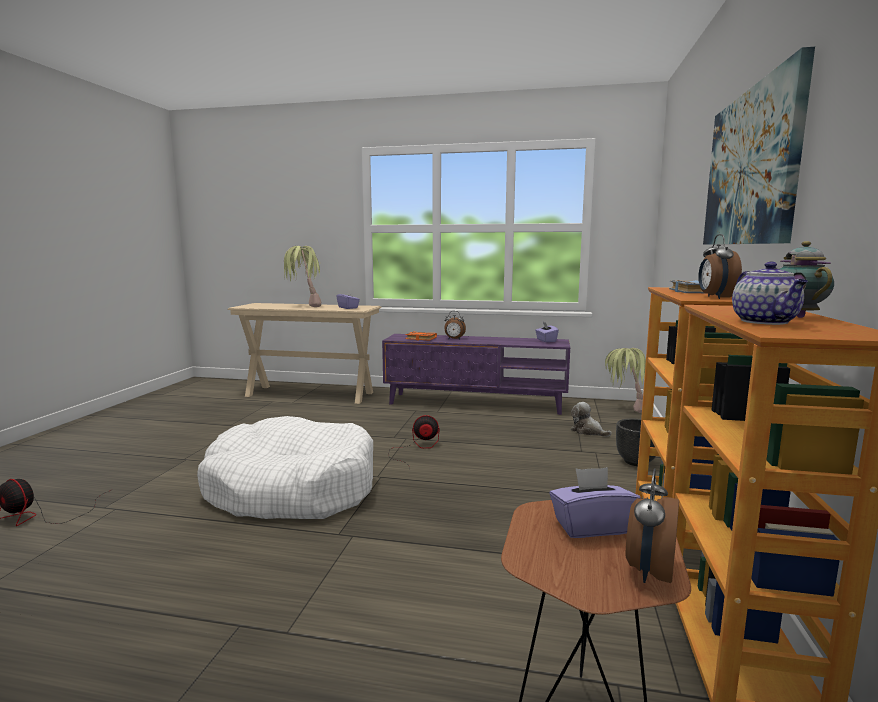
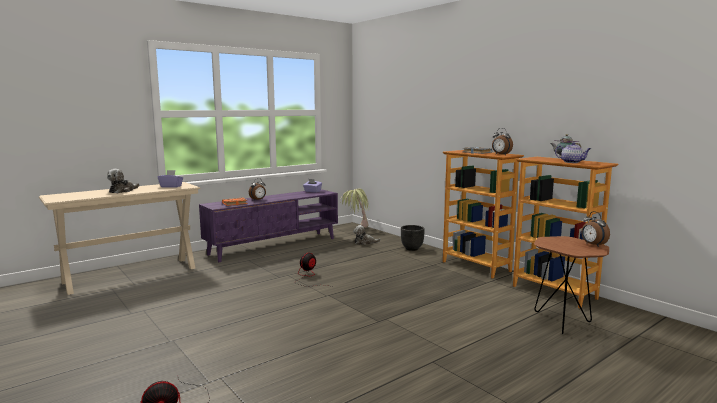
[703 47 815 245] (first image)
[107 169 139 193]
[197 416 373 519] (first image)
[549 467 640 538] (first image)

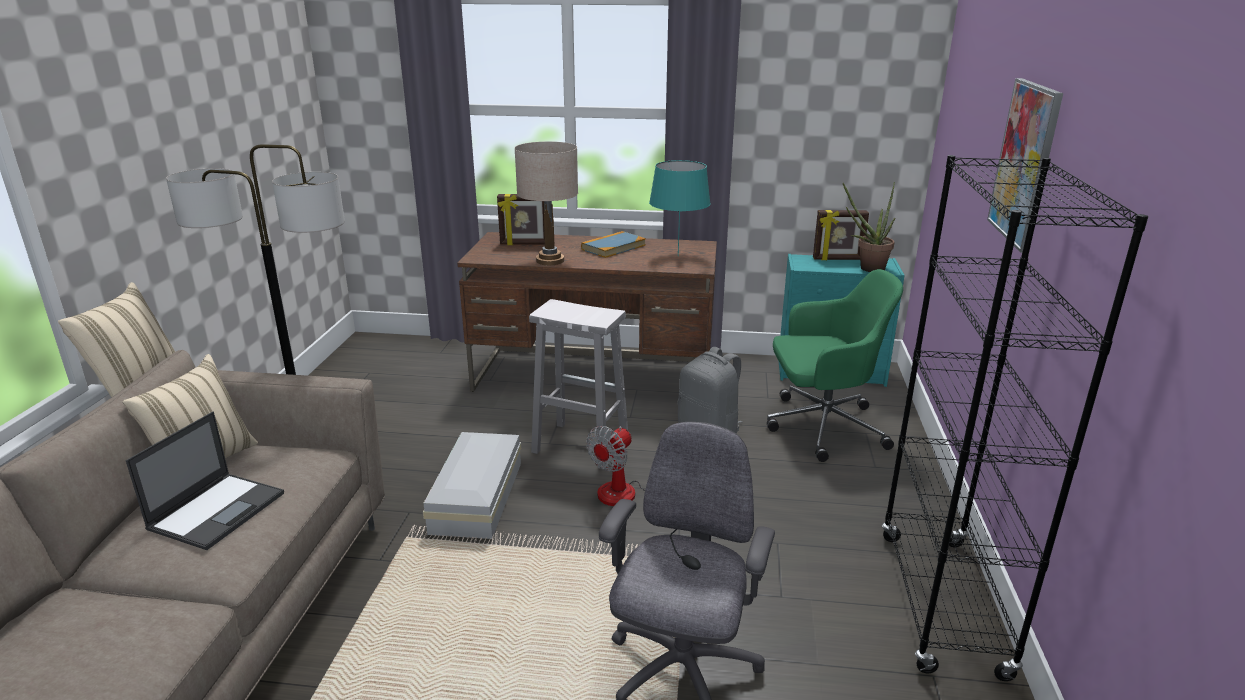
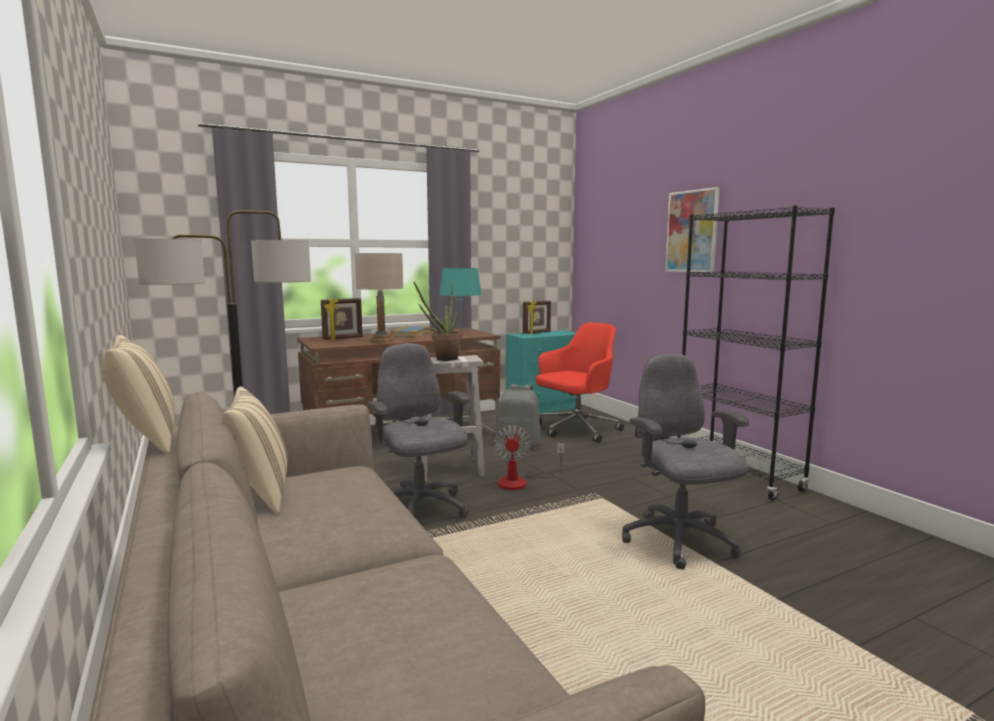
[414 282 462 361]
[536 323 624 443]
[125 412 284 550] (first image)
[366 343 470 518]

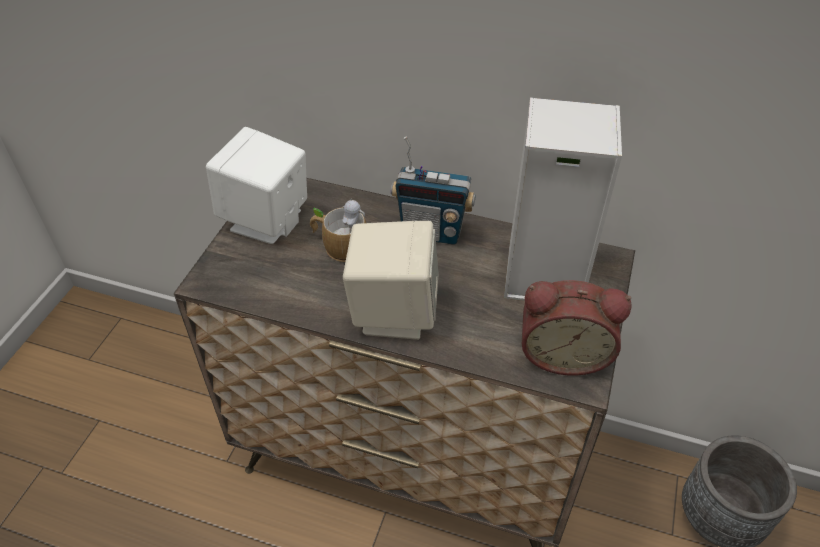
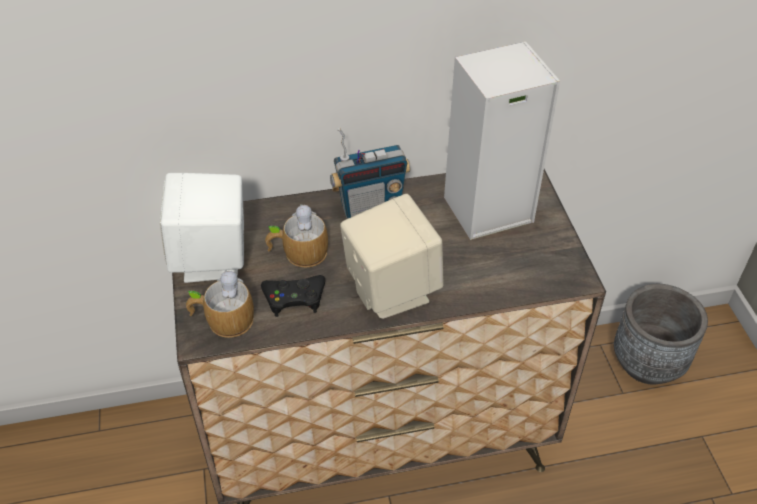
[522 280 632 376] (first image)
[186 270 254 338]
[261 275 325 317]

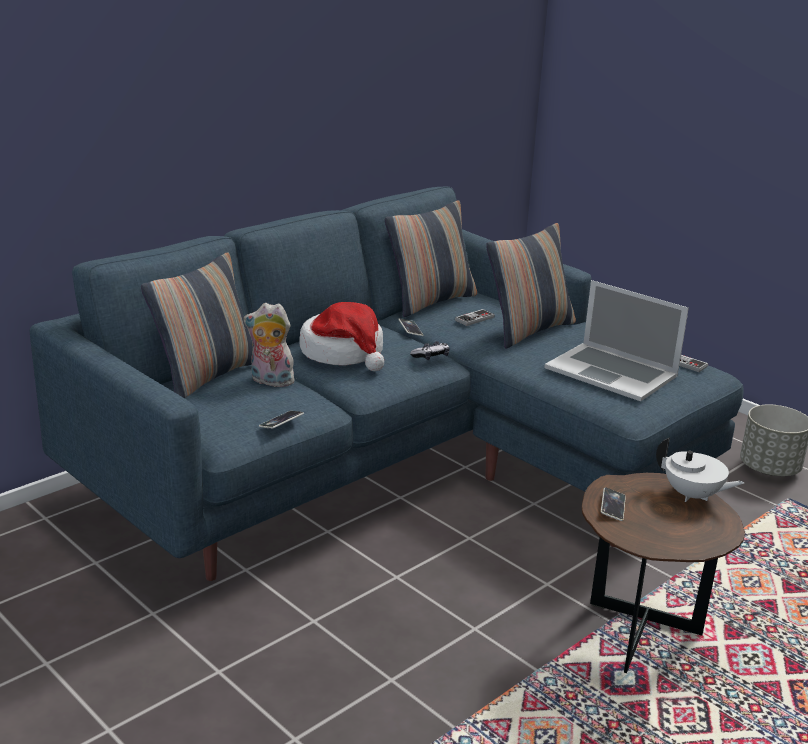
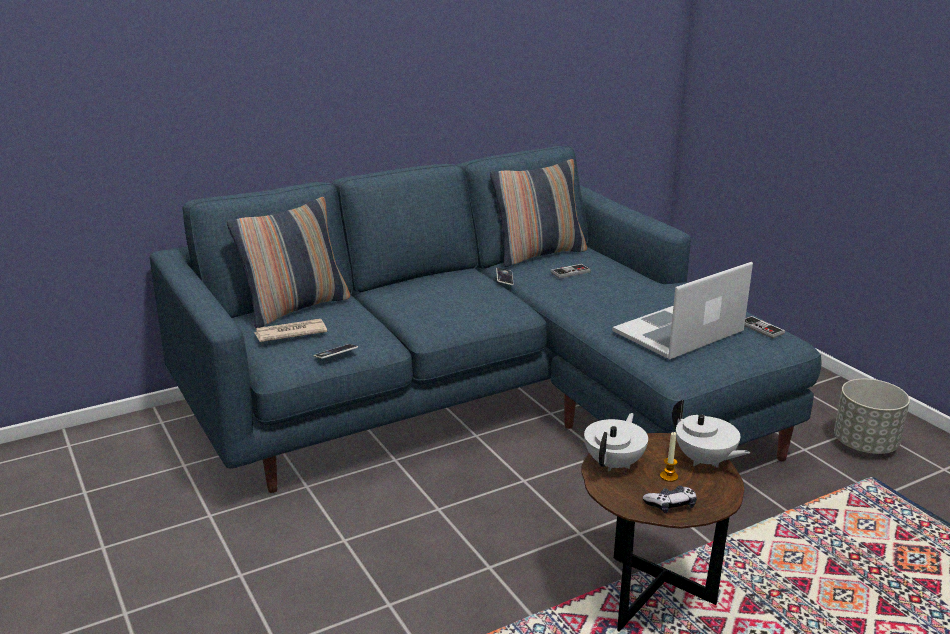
[486 223 576 349] (first image)
[612 262 753 359]
[299 302 384 371] (first image)
[243 303 295 387] (first image)
[643 486 697 513]
[584 413 648 472]
[254 319 327 342]
[660 432 678 482]

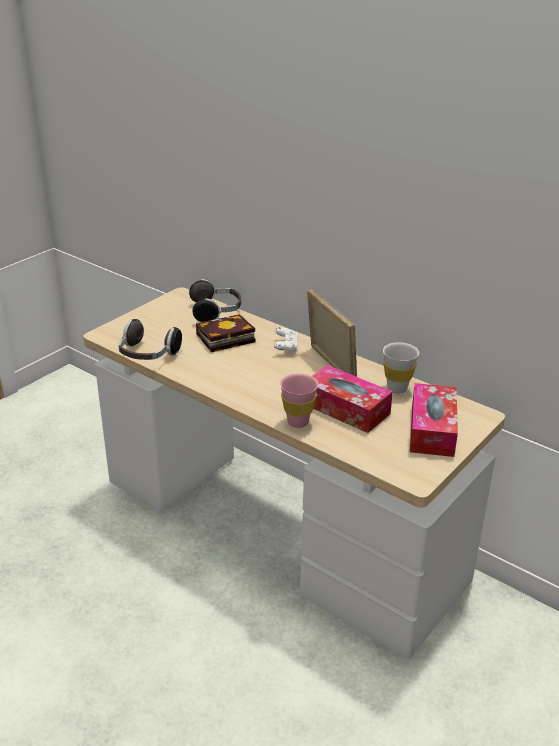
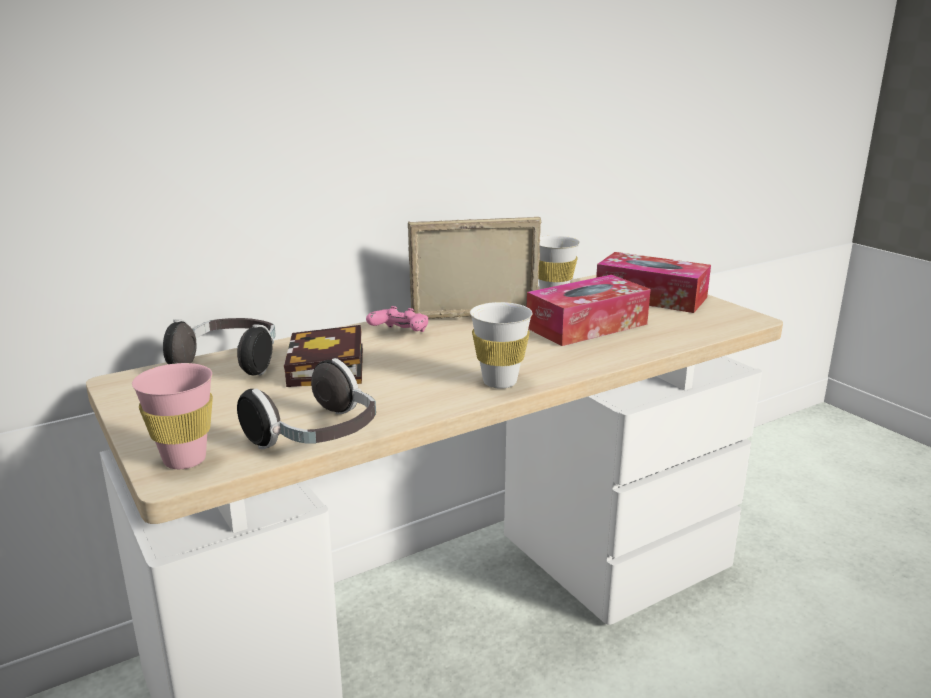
[366 306 428 332]
[132 363 213 469]
[470 302 532 389]

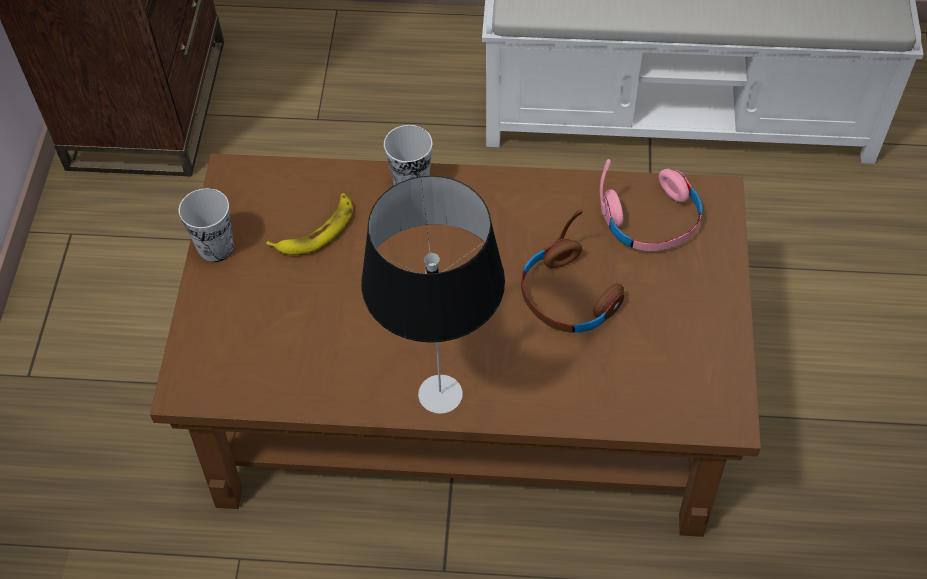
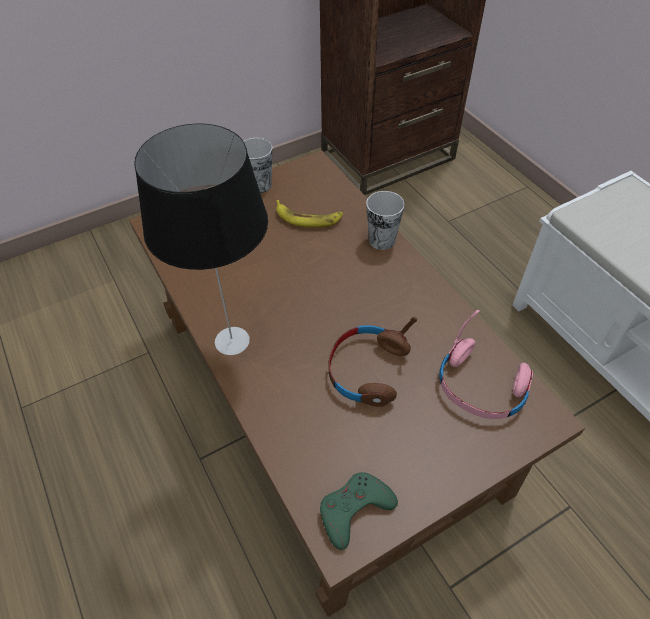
[320 472 398 550]

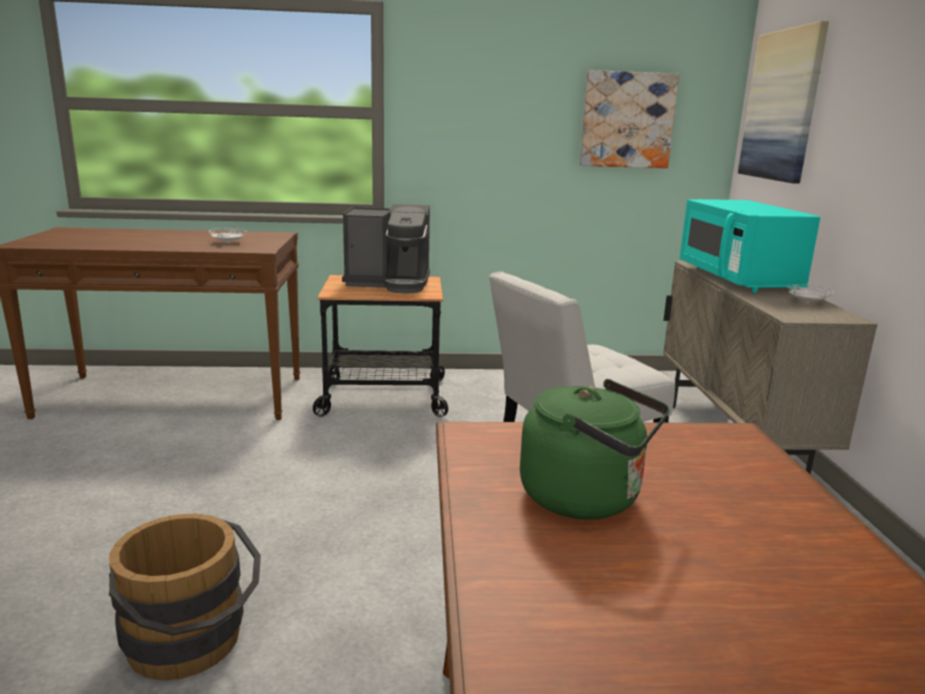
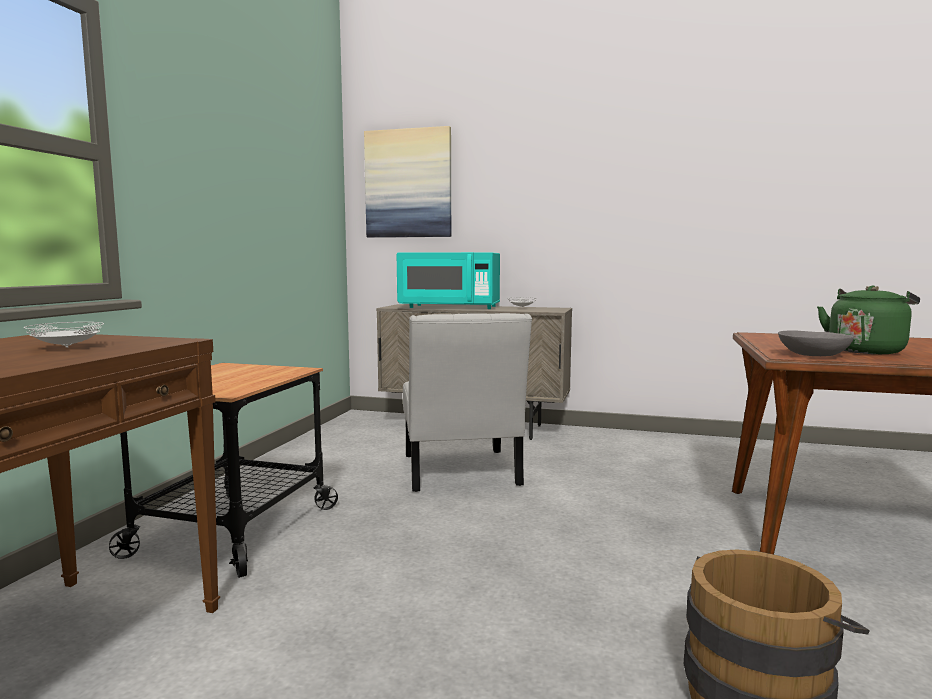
[580 70 679 168] (first image)
[342 204 430 293] (first image)
[778 330 854 356]

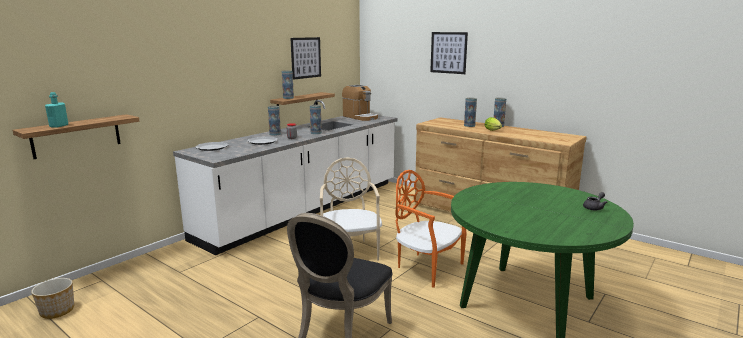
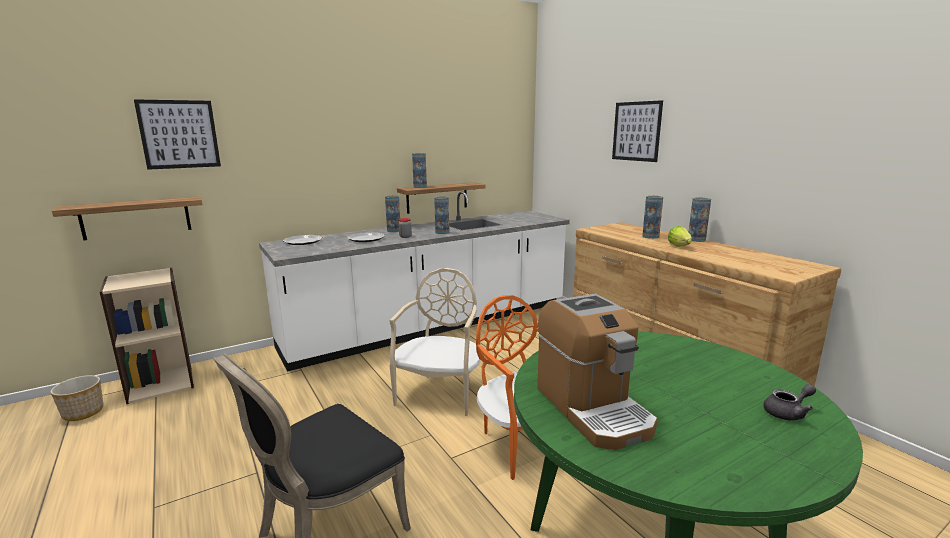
[134 99 221 170]
[537 294 657 450]
[45 92 68 128] (first image)
[100 268 194 404]

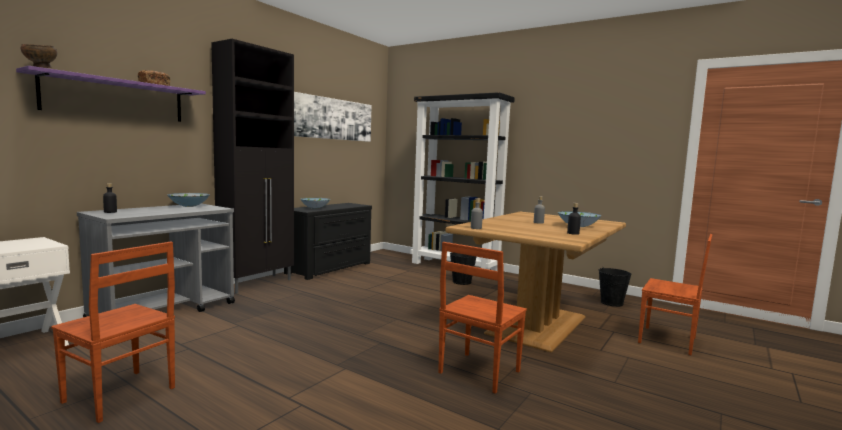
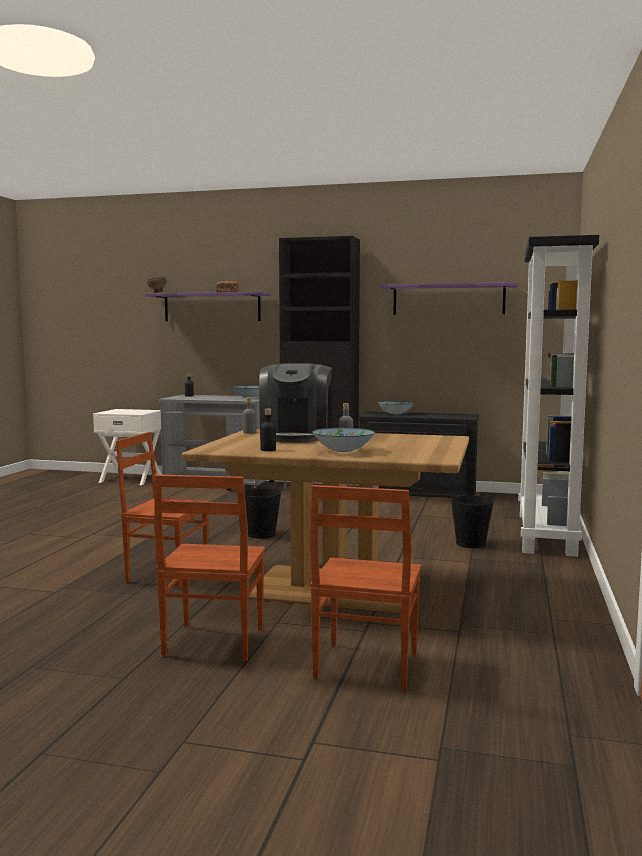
[379 282 518 315]
[154 475 265 661]
[244 487 281 538]
[259 363 332 443]

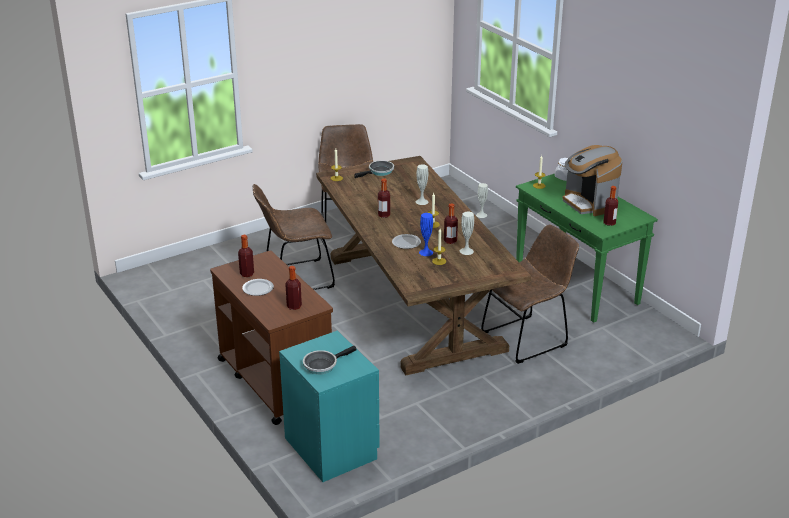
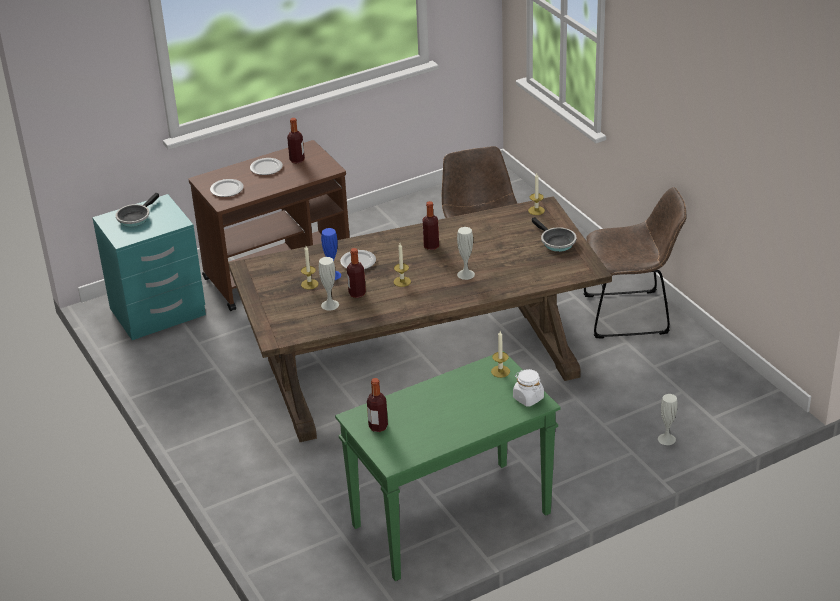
[562 145 623 216] (first image)
[481 225 579 364] (first image)
[210 179 244 197]
[116 193 159 227]

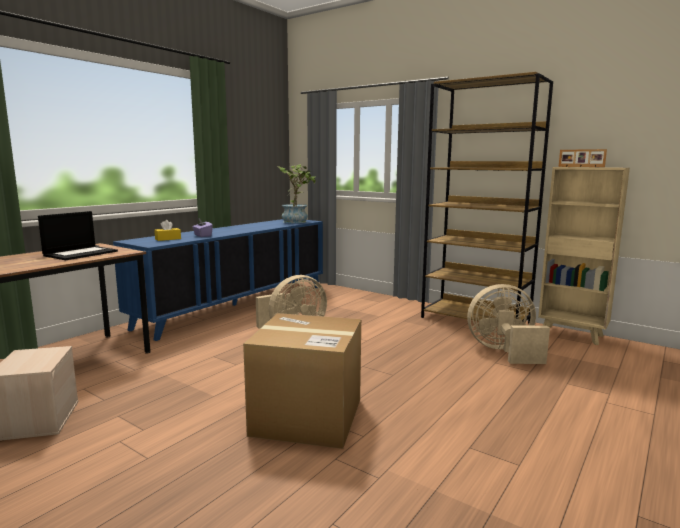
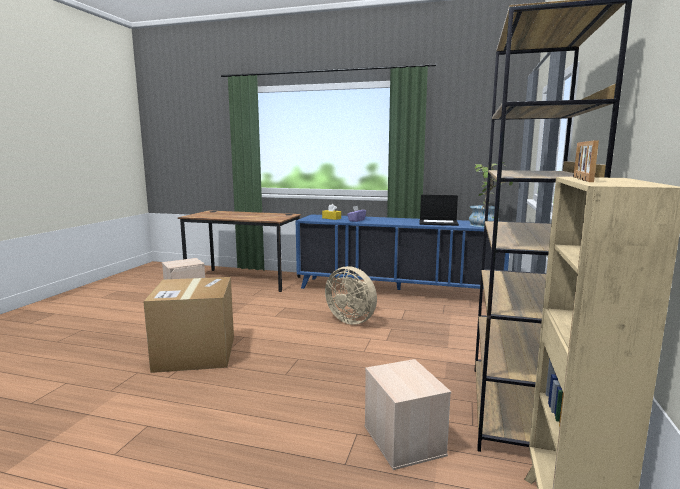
[419 195 459 226]
[365 359 451 470]

